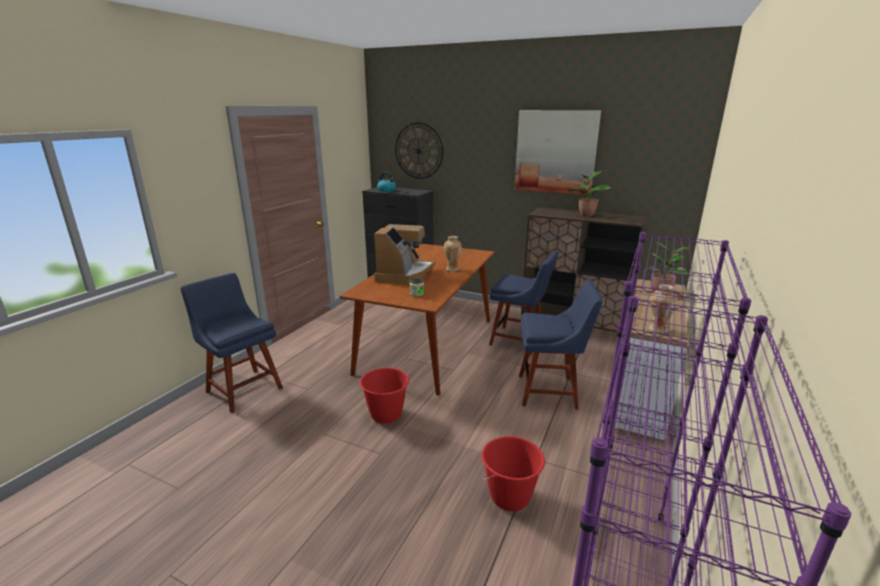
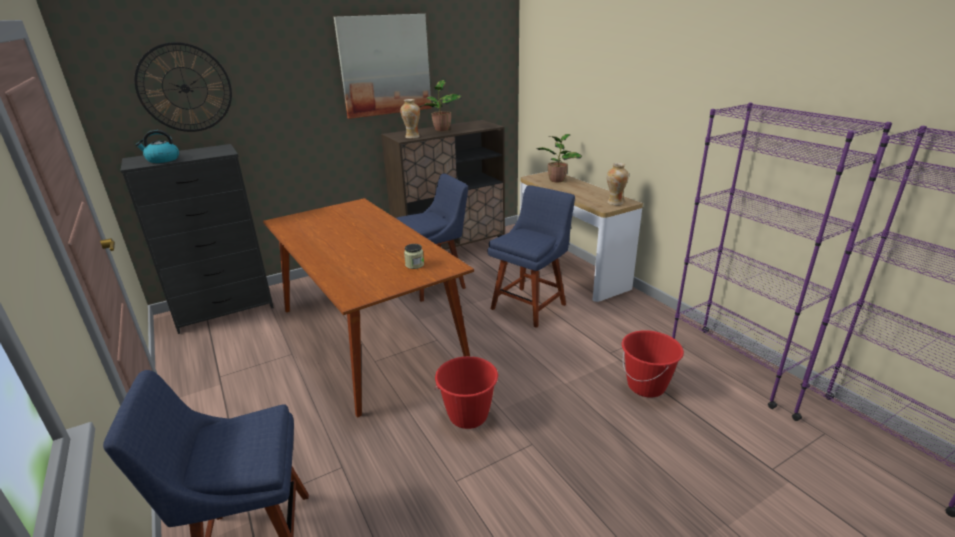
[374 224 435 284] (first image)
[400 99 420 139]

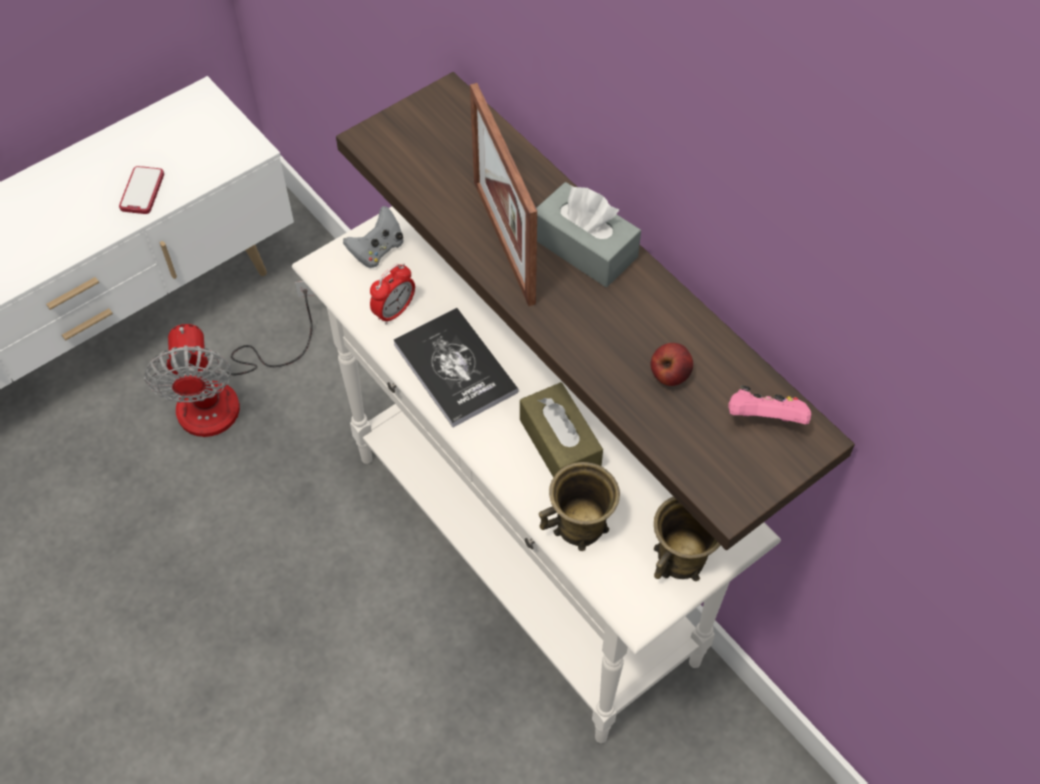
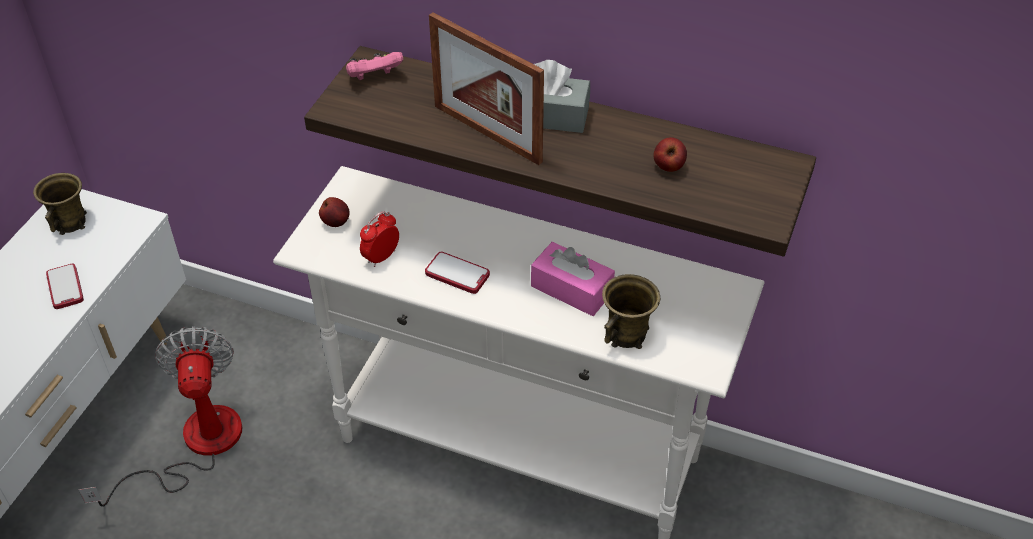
[319 197 350 227]
[360 211 399 267]
[79 326 242 507]
[425 252 490 294]
[531 242 615 316]
[346 52 403 80]
[33 173 87 235]

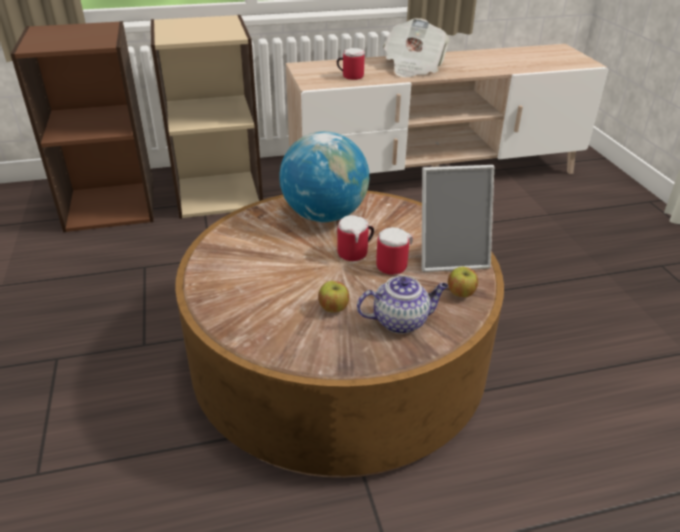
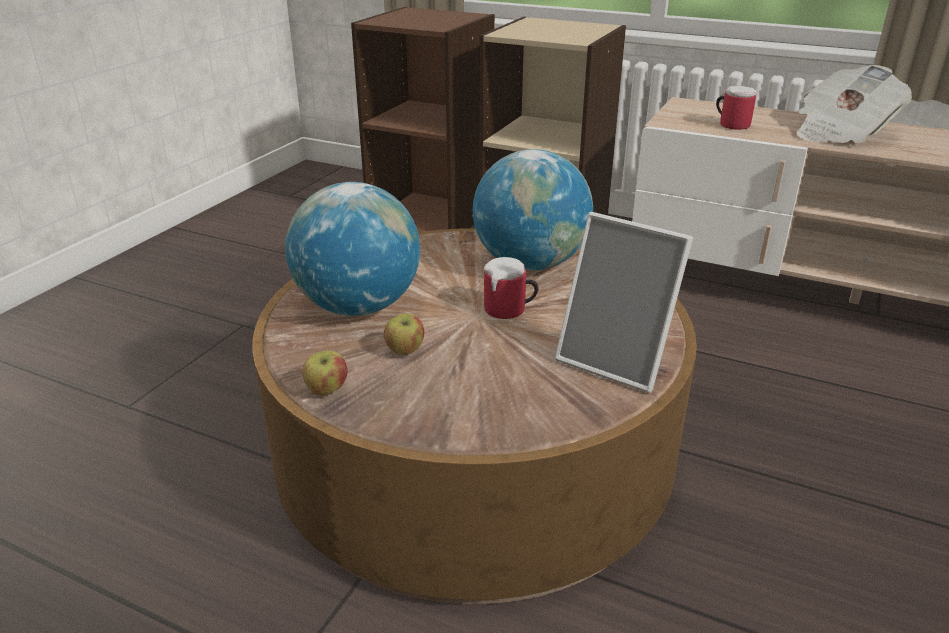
[376 227 413 275] (first image)
[302 351 348 395]
[357 276 448 334] (first image)
[285 182 420 316]

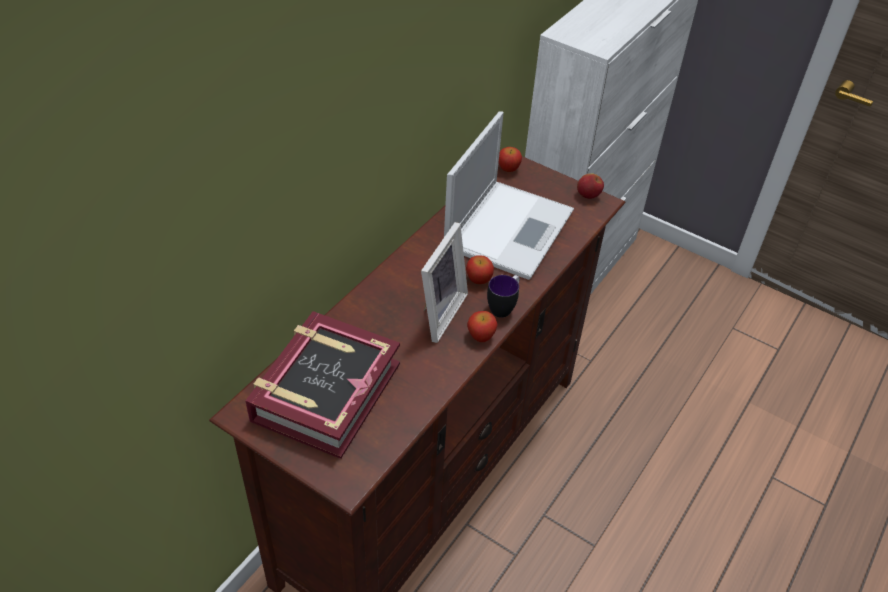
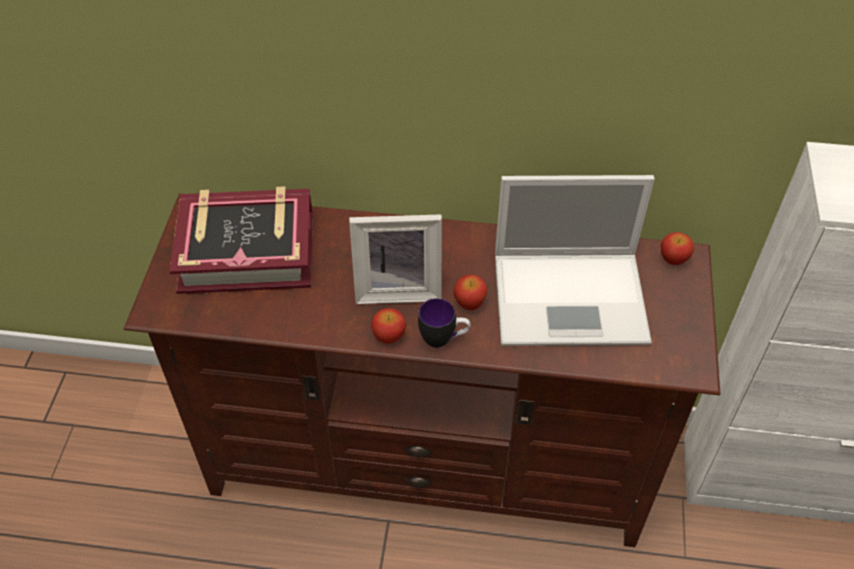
[577 173 604 199] (first image)

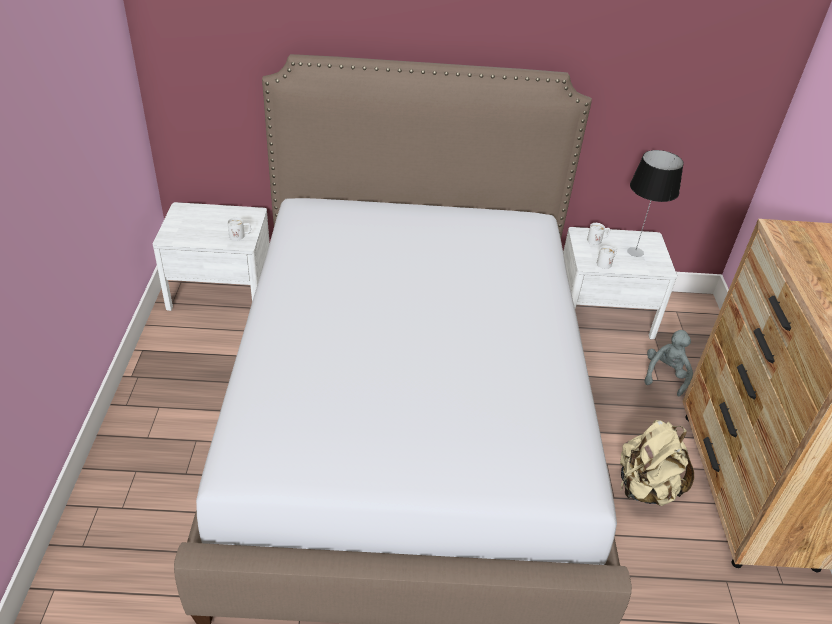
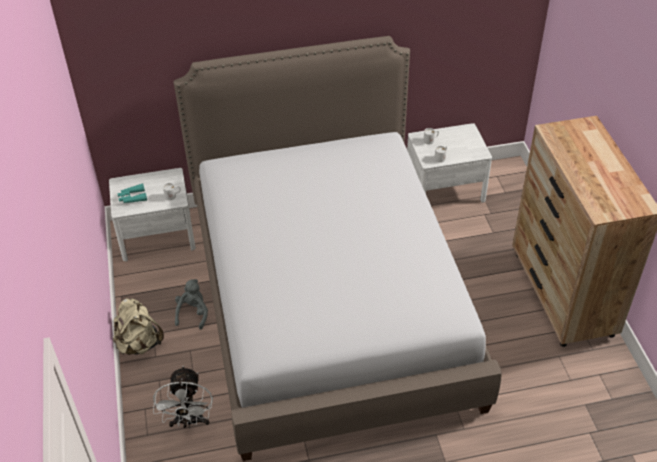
[627 150 684 257] (first image)
[175 279 208 330]
[113 298 164 355]
[117 183 147 203]
[153 366 213 428]

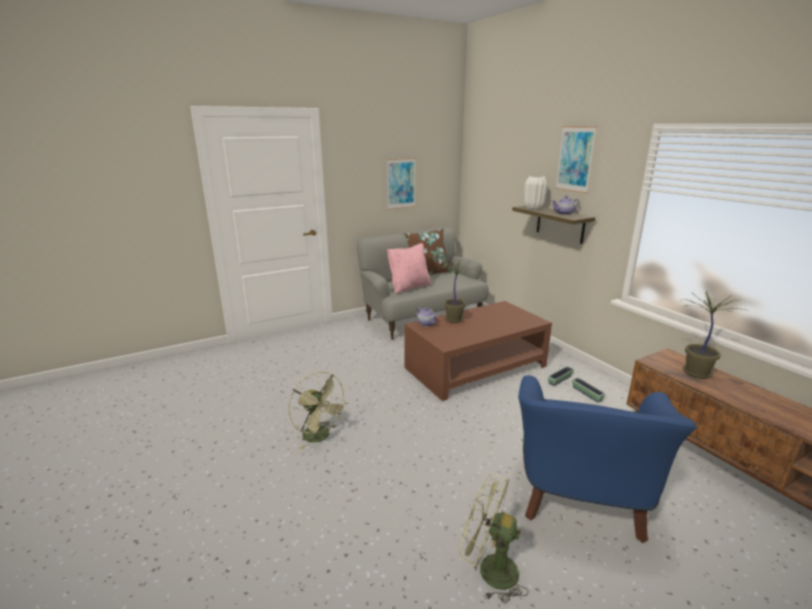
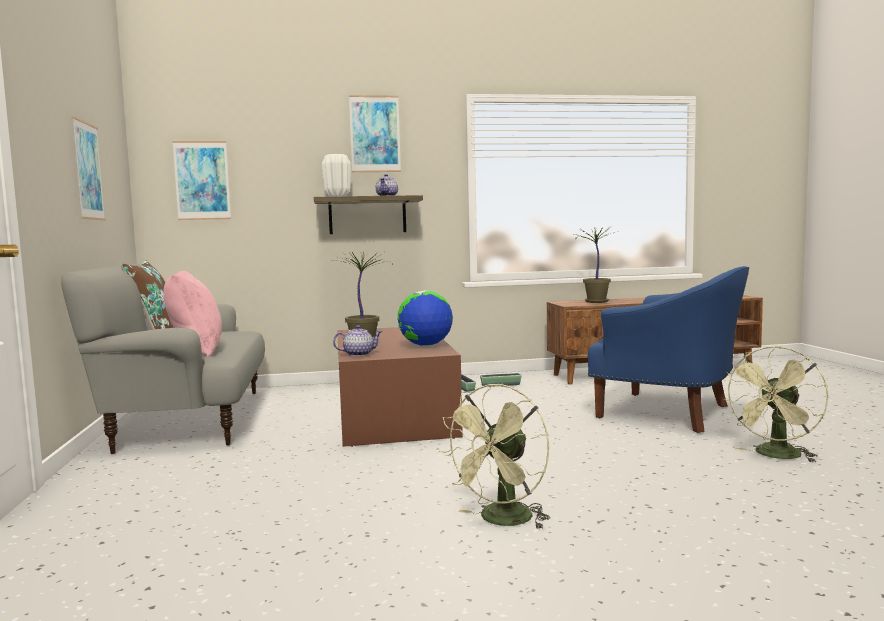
[439 384 550 530]
[172 141 231 220]
[398 290 453 346]

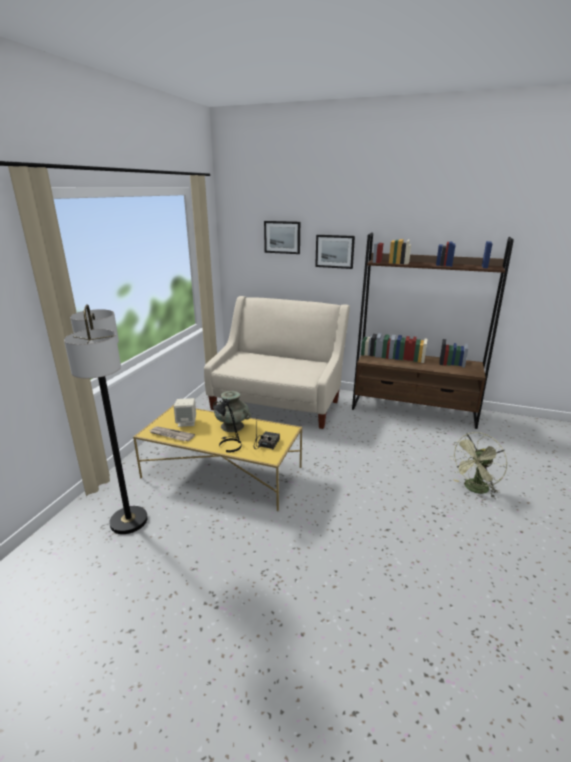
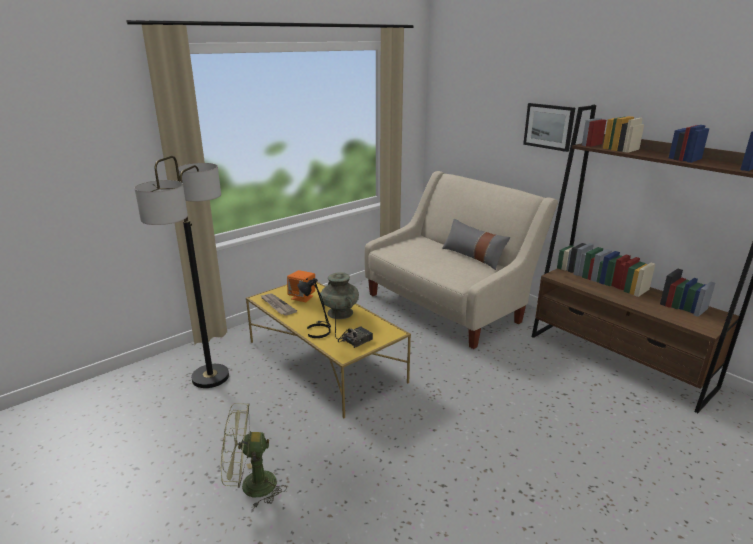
[264 221 300 254] (first image)
[287 270 315 302]
[221 403 287 509]
[442 218 510 270]

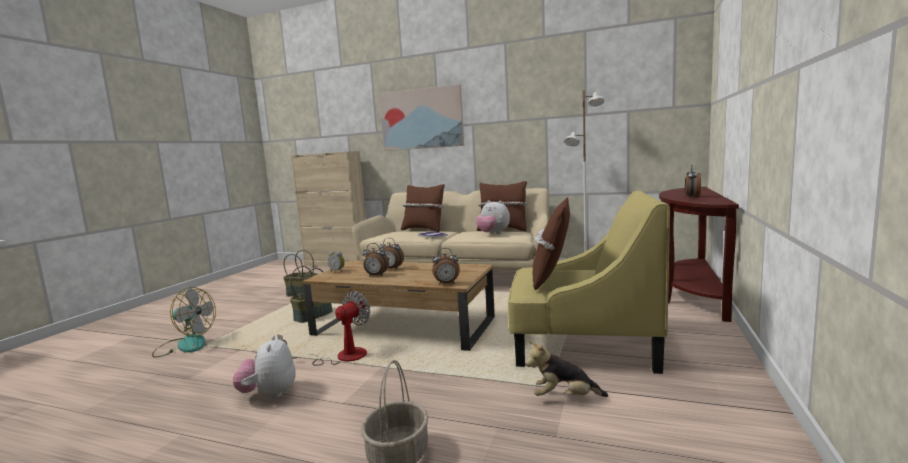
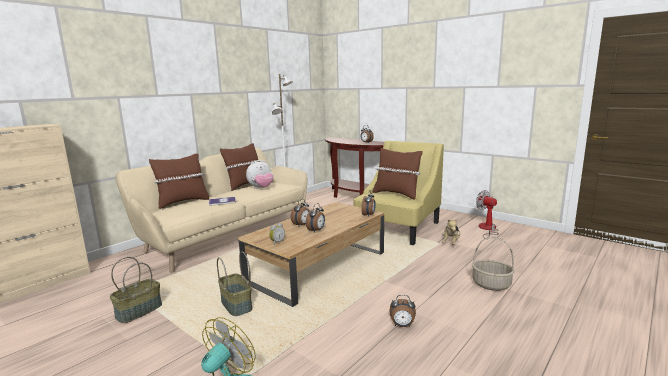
[379 84 464 151] (first image)
[476 190 499 238]
[389 295 416 327]

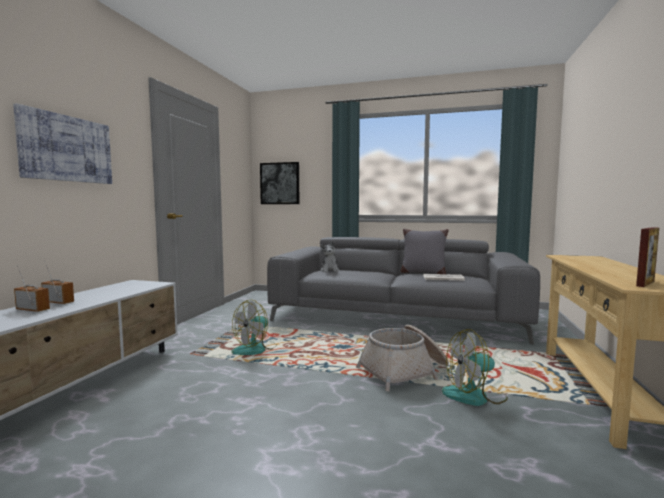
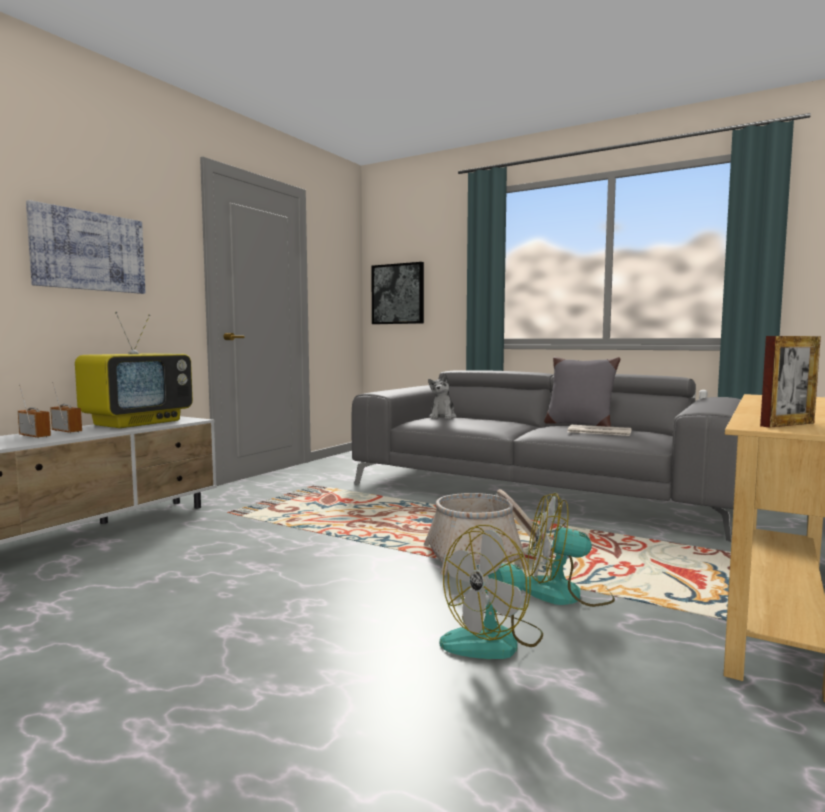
[439 525 543 659]
[75 312 193 428]

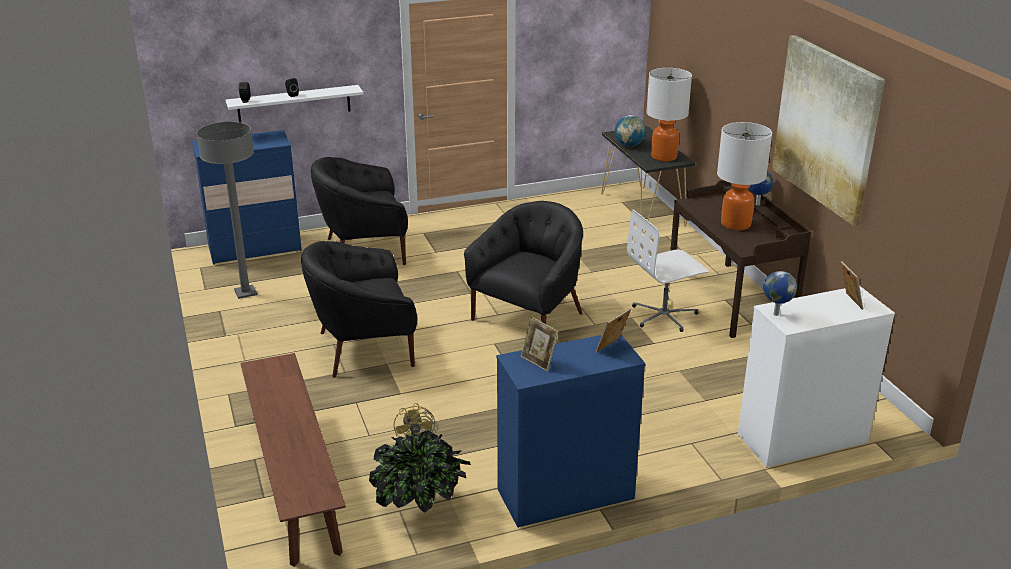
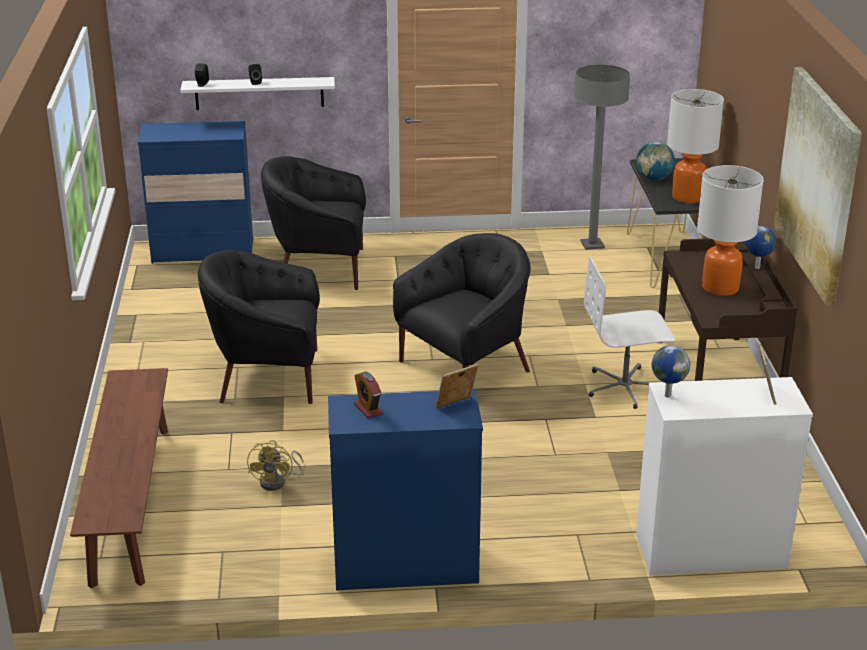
[574 64 630 250]
[354 371 383 418]
[369 430 471 513] (first image)

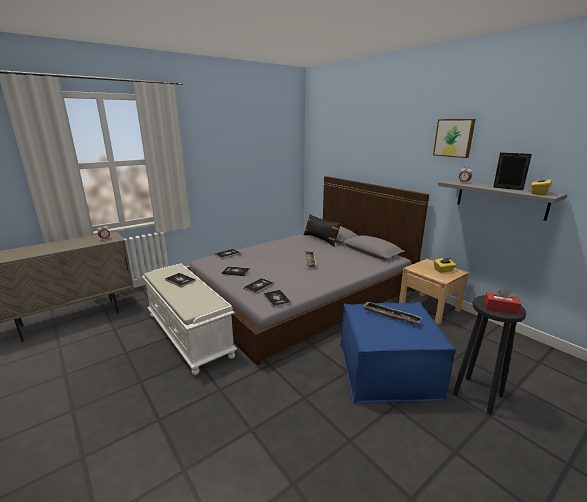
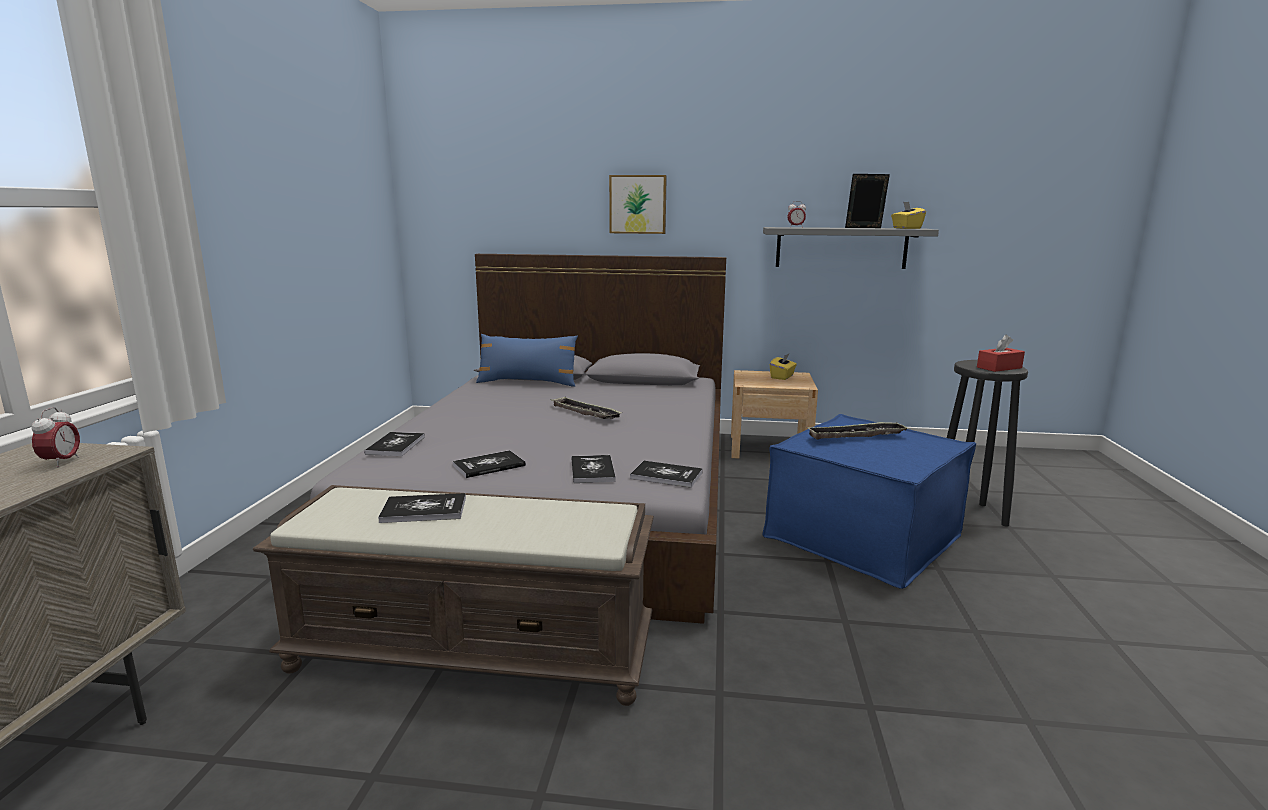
[609 175 667 234]
[476 334 578 387]
[253 485 654 706]

